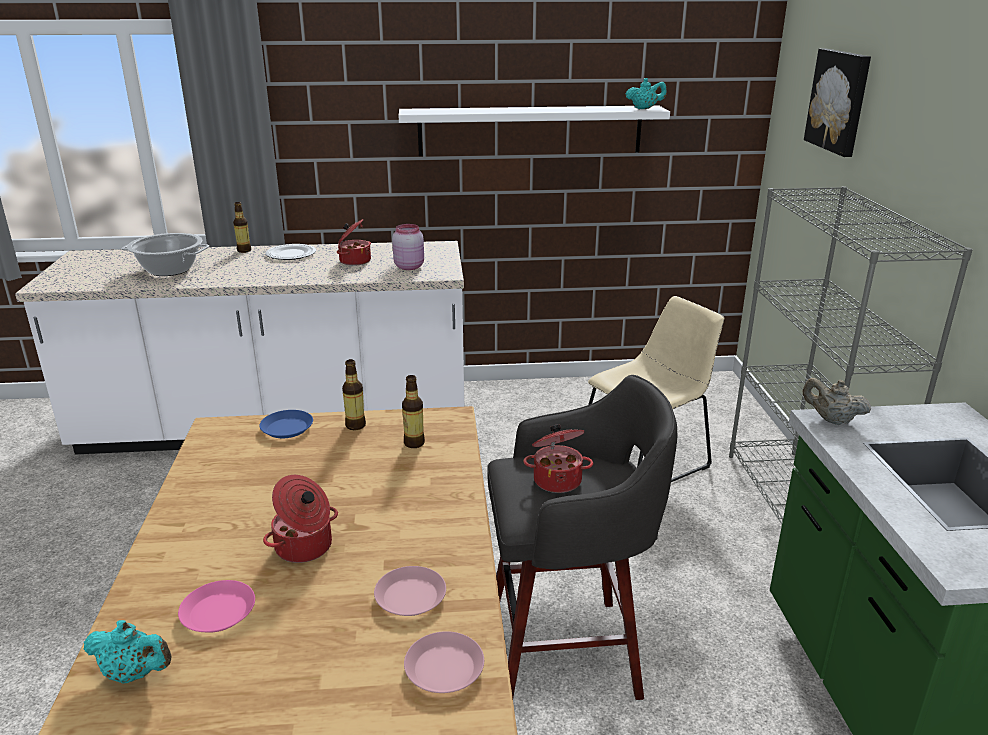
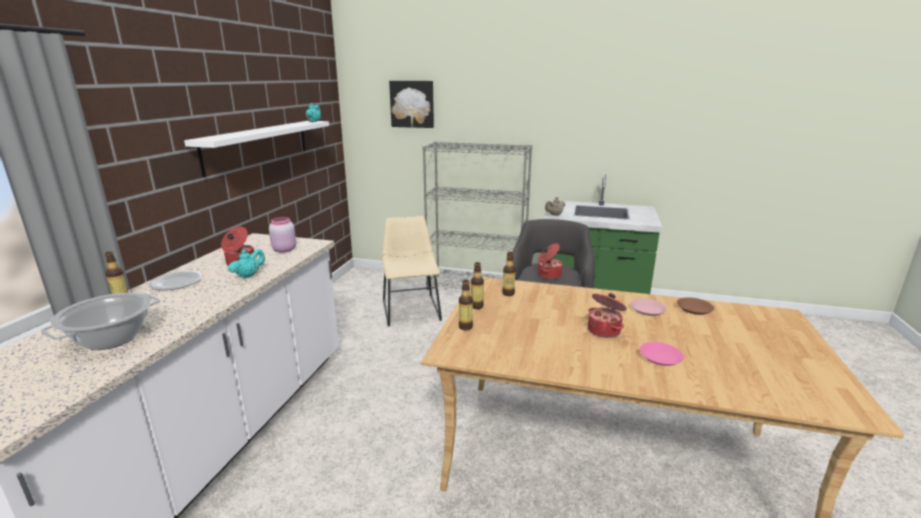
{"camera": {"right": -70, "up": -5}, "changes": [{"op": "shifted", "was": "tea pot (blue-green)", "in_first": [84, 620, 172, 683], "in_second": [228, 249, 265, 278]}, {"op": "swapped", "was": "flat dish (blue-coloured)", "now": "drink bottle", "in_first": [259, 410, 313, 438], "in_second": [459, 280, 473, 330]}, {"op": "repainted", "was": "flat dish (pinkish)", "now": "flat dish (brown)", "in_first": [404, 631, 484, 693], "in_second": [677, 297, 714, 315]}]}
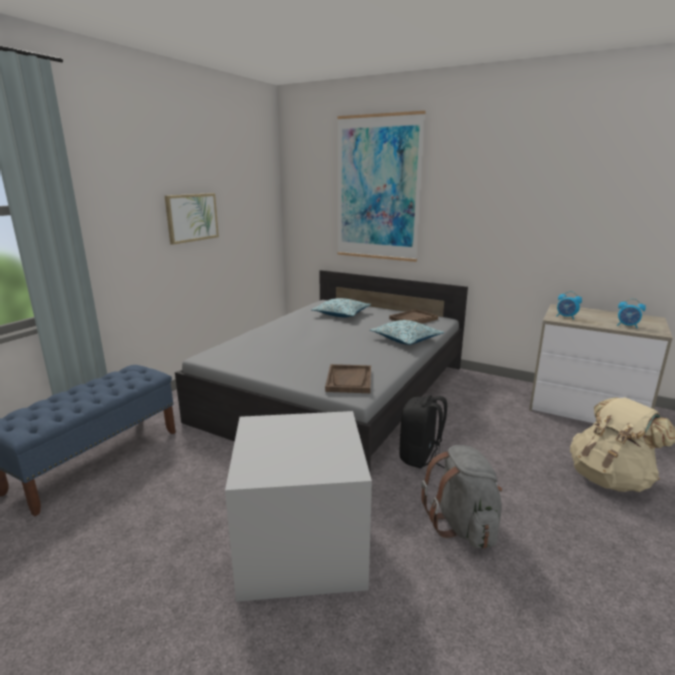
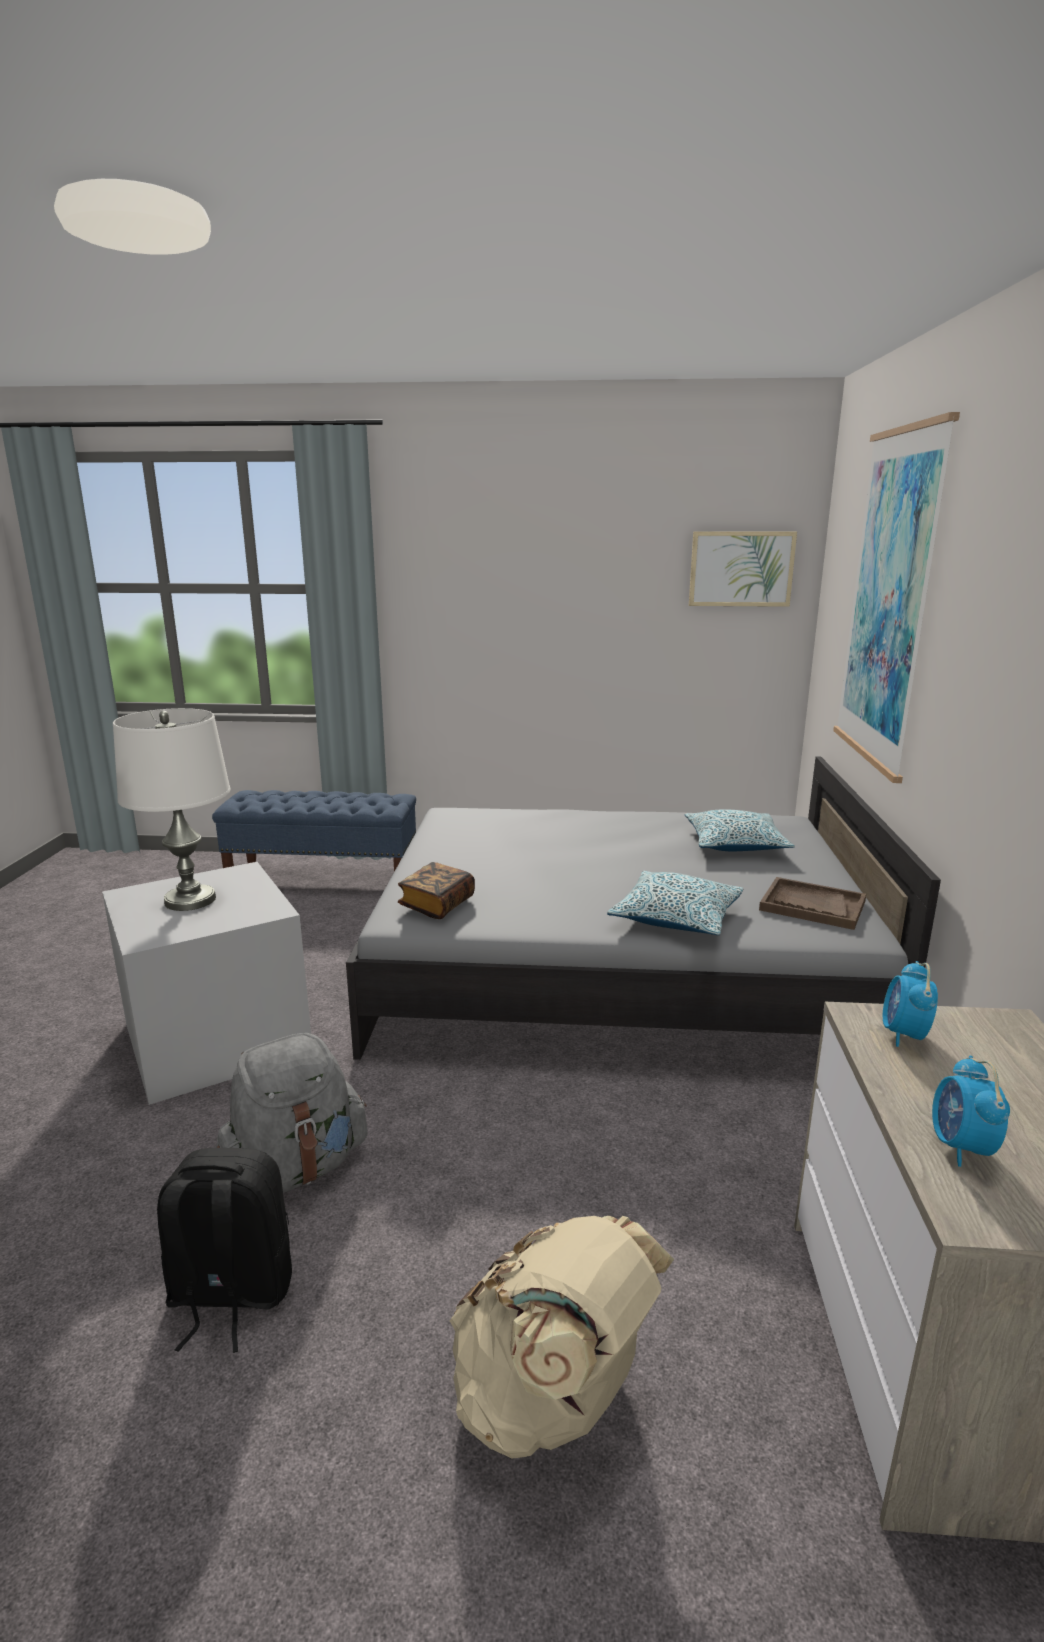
{"camera": {"right": 65, "up": 0}, "changes": [{"op": "new", "now": "lamp for a table (white-coloured)", "in_second": [113, 708, 230, 911]}, {"op": "shifted", "was": "wall picture", "in_first": [165, 193, 219, 245], "in_second": [689, 531, 797, 607]}, {"op": "shifted", "was": "knapsack (blackish)", "in_first": [399, 395, 447, 469], "in_second": [157, 1148, 292, 1353]}, {"op": "swapped", "was": "carrying tray (brown)", "now": "bound book", "in_first": [325, 364, 371, 393], "in_second": [398, 862, 475, 919]}]}
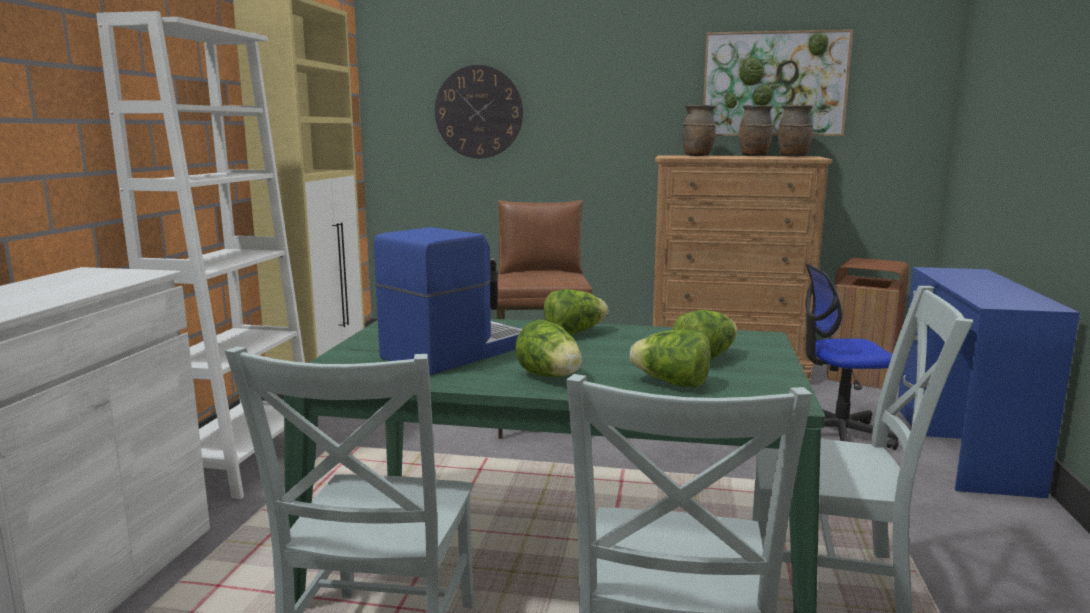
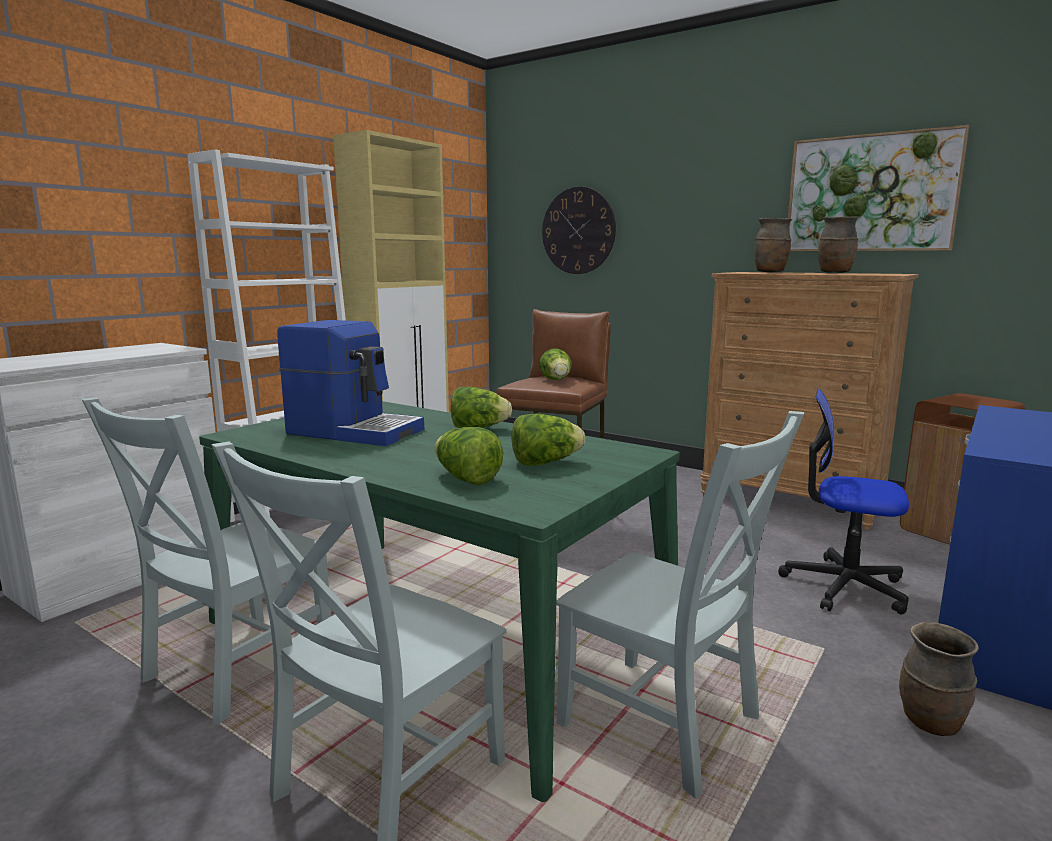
{"camera": {"right": 25, "up": 0}, "changes": [{"op": "shifted", "was": "lettuce head", "in_first": [515, 320, 582, 377], "in_second": [539, 348, 572, 380]}, {"op": "shifted", "was": "decorative vase (brown)", "in_first": [778, 105, 813, 157], "in_second": [899, 622, 979, 736]}, {"op": "rotated", "was": "coffee brewer", "in_first": [374, 227, 522, 375], "in_second": [277, 320, 424, 446], "clockwise": 45}]}
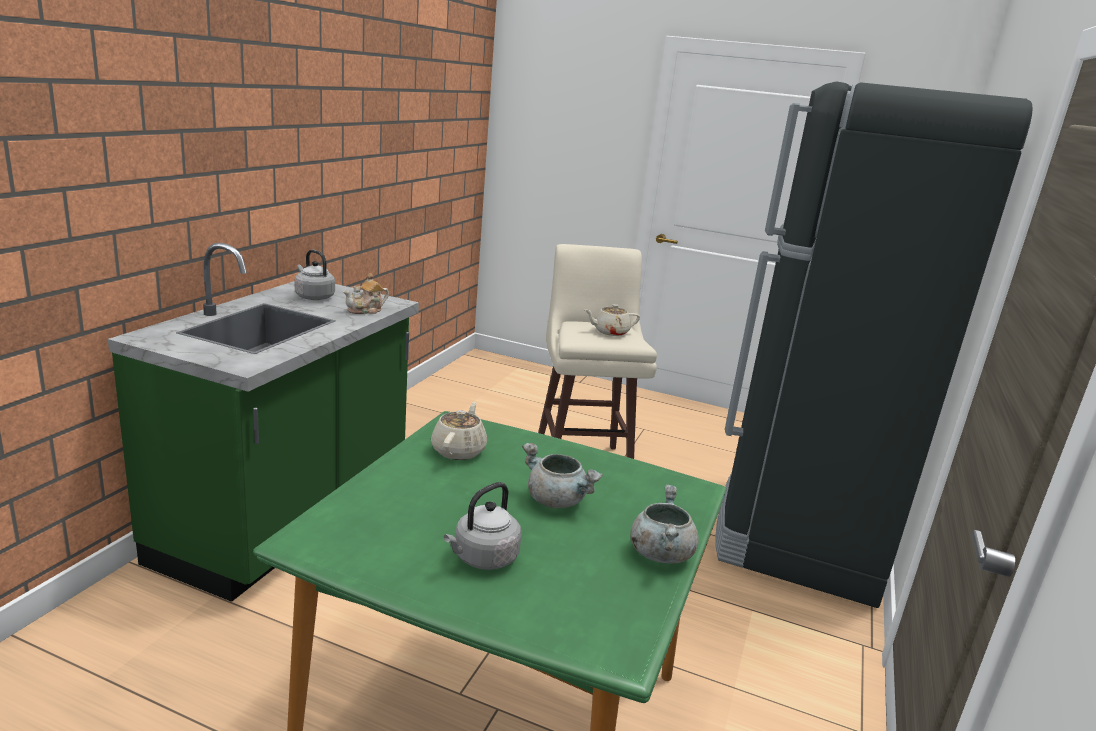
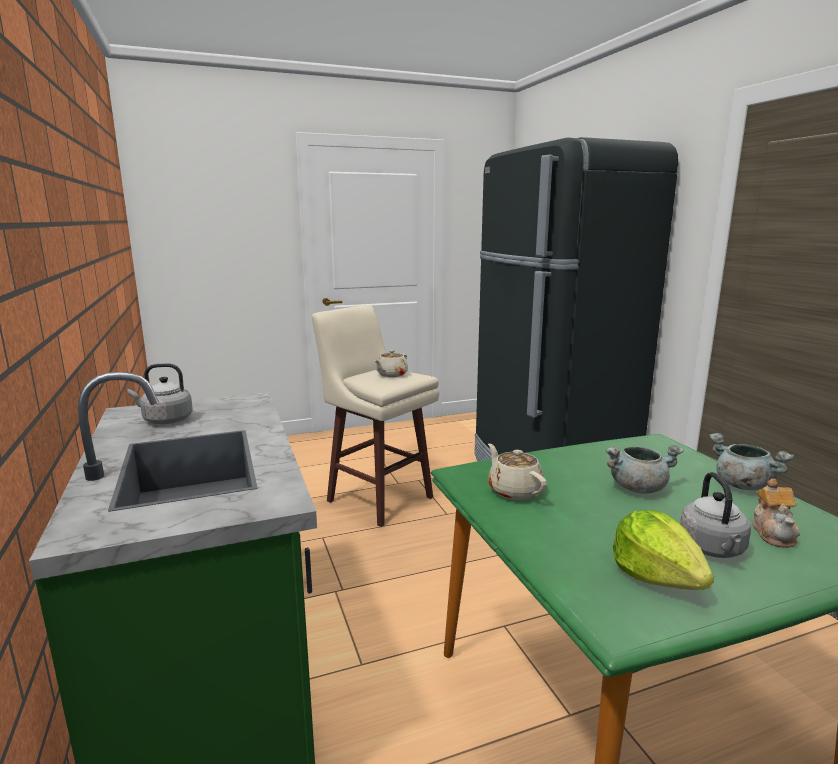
{"camera": {"right": -40, "up": -5}, "changes": [{"op": "new", "now": "lettuce head", "in_second": [613, 510, 714, 590]}, {"op": "shifted", "was": "tea pot", "in_first": [343, 273, 389, 314], "in_second": [752, 479, 800, 548]}]}
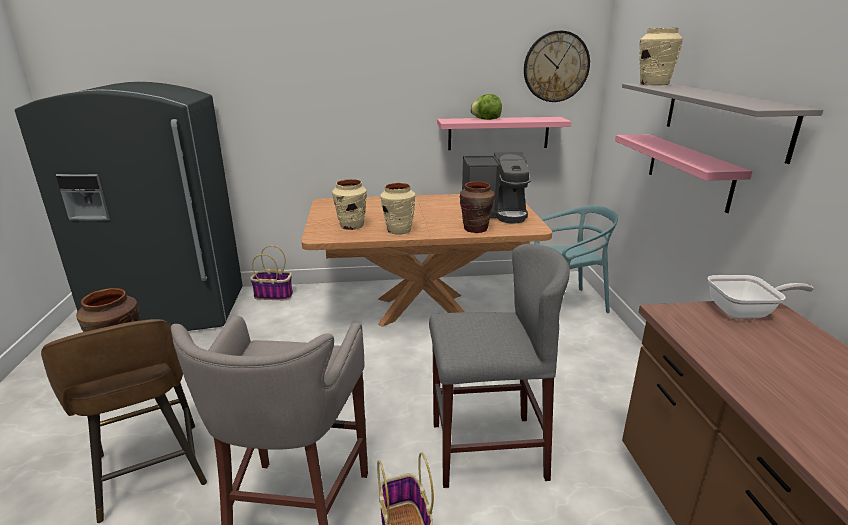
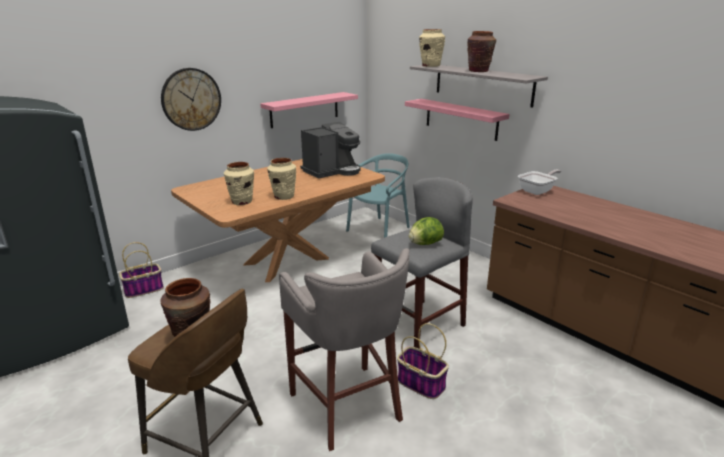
{"camera": {"right": -35, "up": 0}, "changes": [{"op": "shifted", "was": "decorative vase (brown)", "in_first": [459, 181, 495, 233], "in_second": [467, 31, 496, 72]}, {"op": "shifted", "was": "lettuce head", "in_first": [470, 94, 502, 120], "in_second": [409, 217, 444, 245]}, {"op": "shifted", "was": "wall clock", "in_first": [524, 31, 590, 102], "in_second": [161, 68, 221, 131]}]}
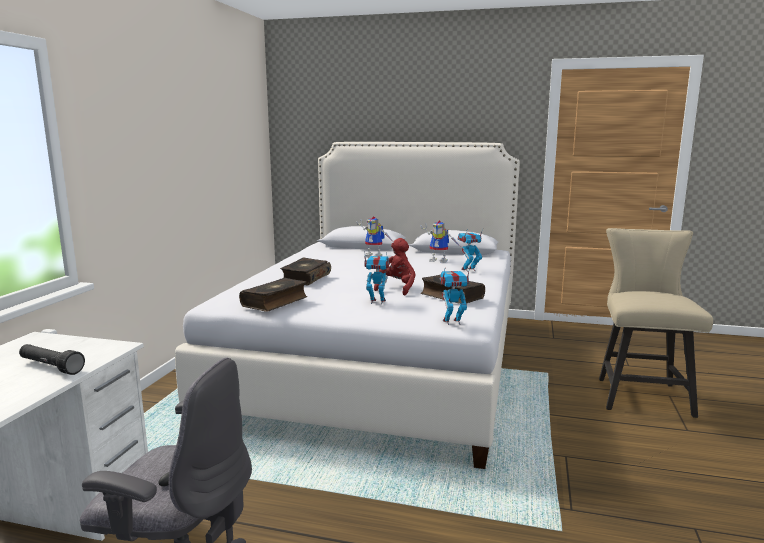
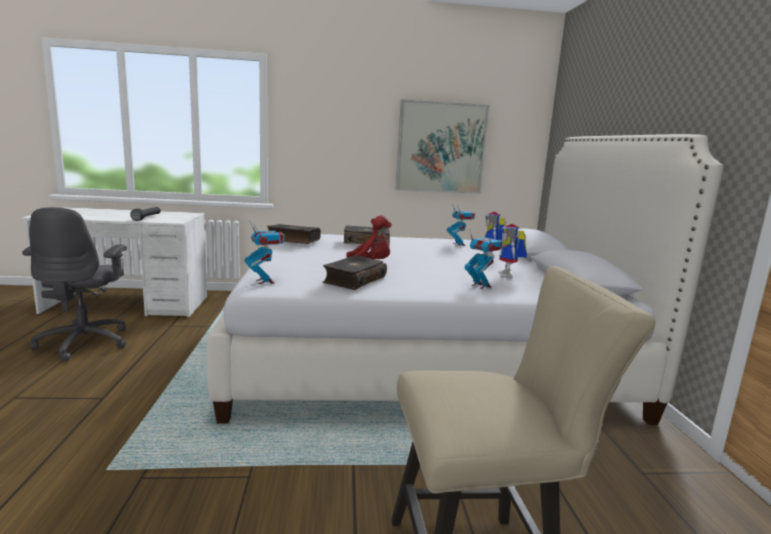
{"camera": {"right": 70, "up": 0}, "changes": [{"op": "new", "now": "wall picture", "in_second": [396, 99, 490, 194]}, {"op": "shifted", "was": "model robot", "in_first": [364, 251, 390, 304], "in_second": [447, 204, 475, 246]}]}
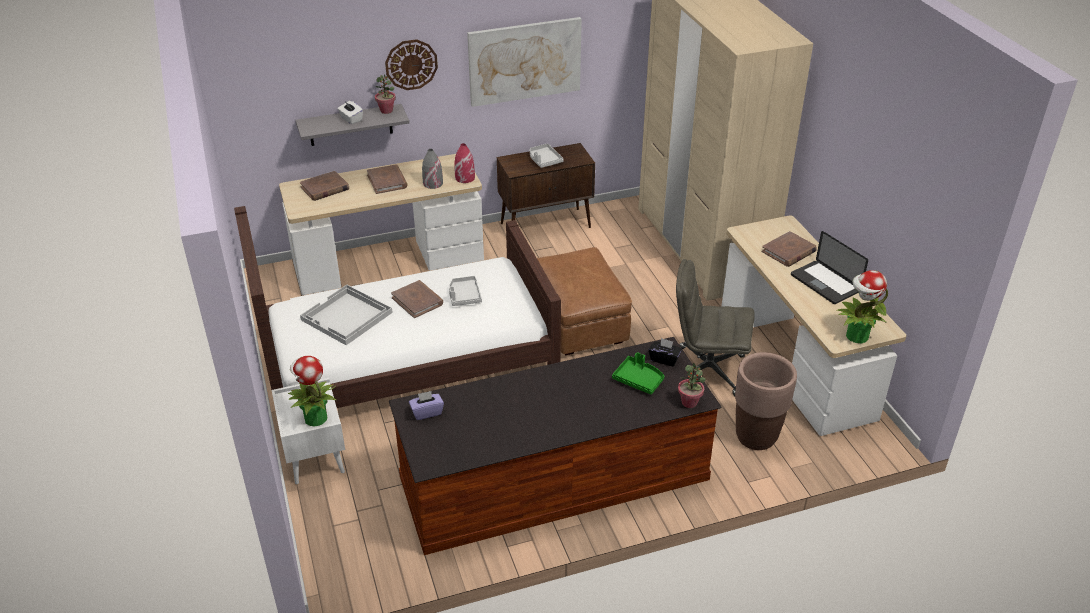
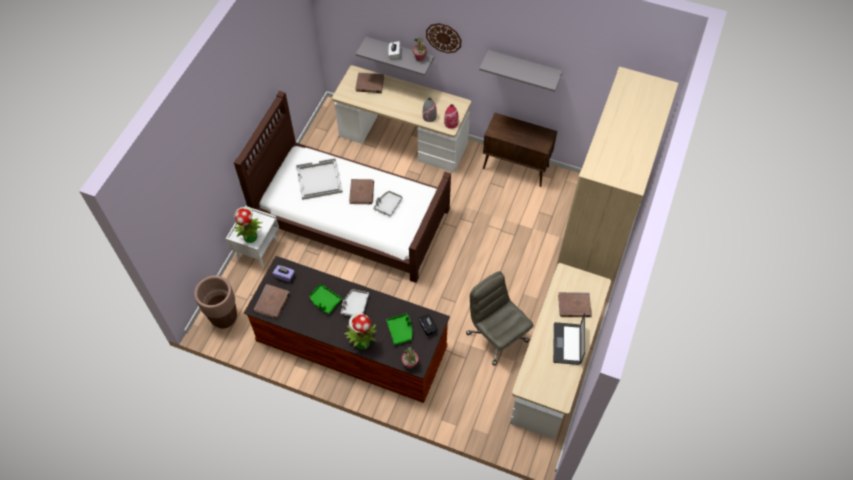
{"camera": {"right": 40, "up": 20}, "changes": [{"op": "gone", "was": "ottoman (brown)", "in_first": [537, 247, 632, 355]}, {"op": "new", "now": "carrying tray (greenish)", "in_second": [309, 284, 342, 315]}, {"op": "shifted", "was": "bound book (brown)", "in_first": [367, 164, 408, 194], "in_second": [254, 284, 290, 318]}, {"op": "shifted", "was": "carrying tray (greyish)", "in_first": [530, 143, 564, 168], "in_second": [341, 289, 369, 316]}, {"op": "shifted", "was": "flower pot (brown)", "in_first": [735, 352, 797, 450], "in_second": [194, 275, 237, 329]}, {"op": "shifted", "was": "houseplant", "in_first": [836, 270, 888, 343], "in_second": [344, 313, 377, 349]}, {"op": "swapped", "was": "wall picture", "now": "wall shelf (greyish)", "in_first": [467, 17, 582, 107], "in_second": [479, 50, 563, 92]}]}
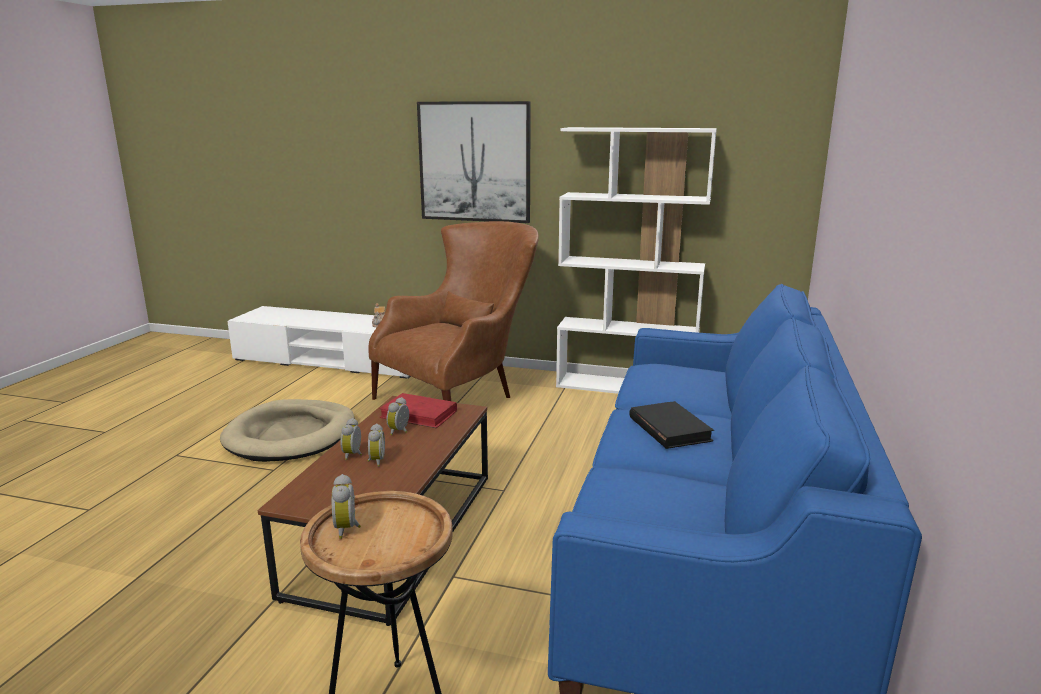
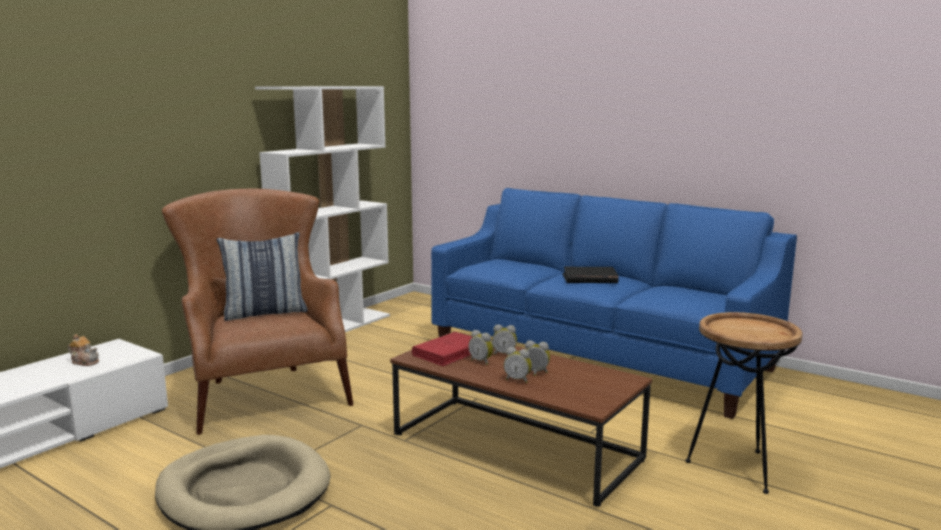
{"camera": {"right": -70, "up": -5}, "changes": [{"op": "gone", "was": "wall picture", "in_first": [417, 101, 531, 223]}, {"op": "new", "now": "throw pillow", "in_second": [217, 232, 307, 321]}, {"op": "shifted", "was": "table clock", "in_first": [332, 474, 361, 539], "in_second": [492, 324, 517, 355]}]}
